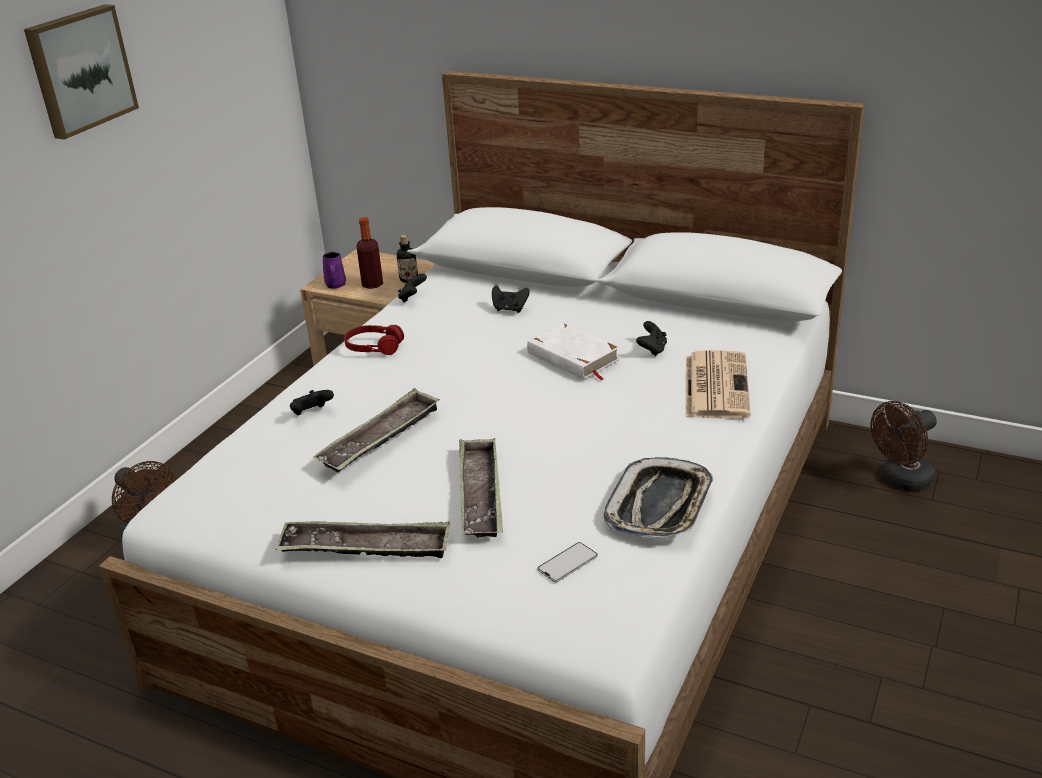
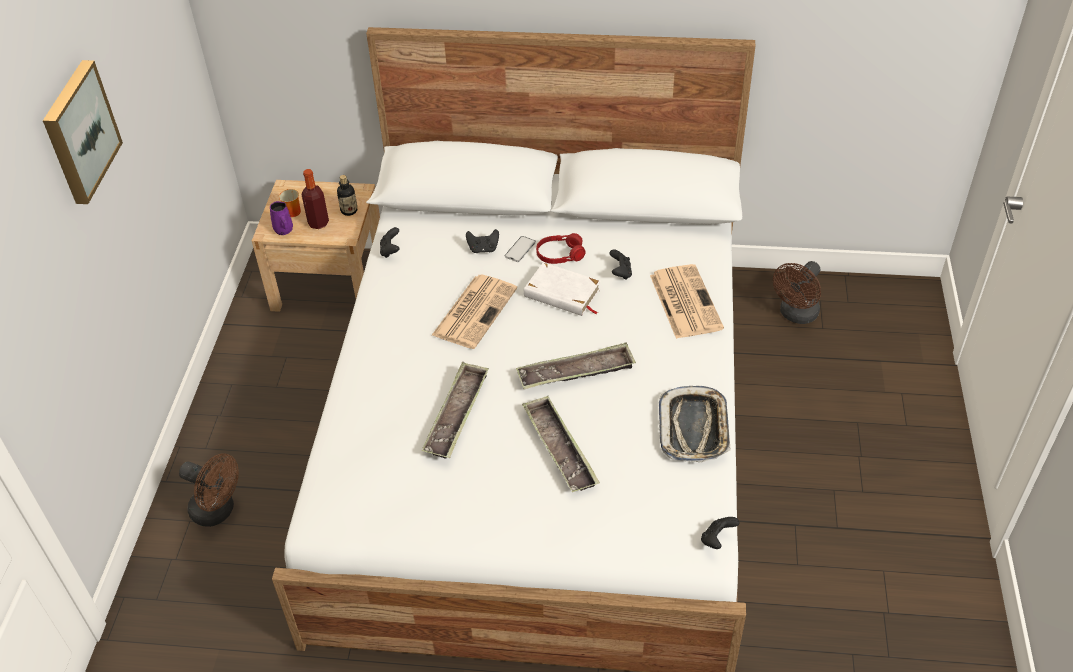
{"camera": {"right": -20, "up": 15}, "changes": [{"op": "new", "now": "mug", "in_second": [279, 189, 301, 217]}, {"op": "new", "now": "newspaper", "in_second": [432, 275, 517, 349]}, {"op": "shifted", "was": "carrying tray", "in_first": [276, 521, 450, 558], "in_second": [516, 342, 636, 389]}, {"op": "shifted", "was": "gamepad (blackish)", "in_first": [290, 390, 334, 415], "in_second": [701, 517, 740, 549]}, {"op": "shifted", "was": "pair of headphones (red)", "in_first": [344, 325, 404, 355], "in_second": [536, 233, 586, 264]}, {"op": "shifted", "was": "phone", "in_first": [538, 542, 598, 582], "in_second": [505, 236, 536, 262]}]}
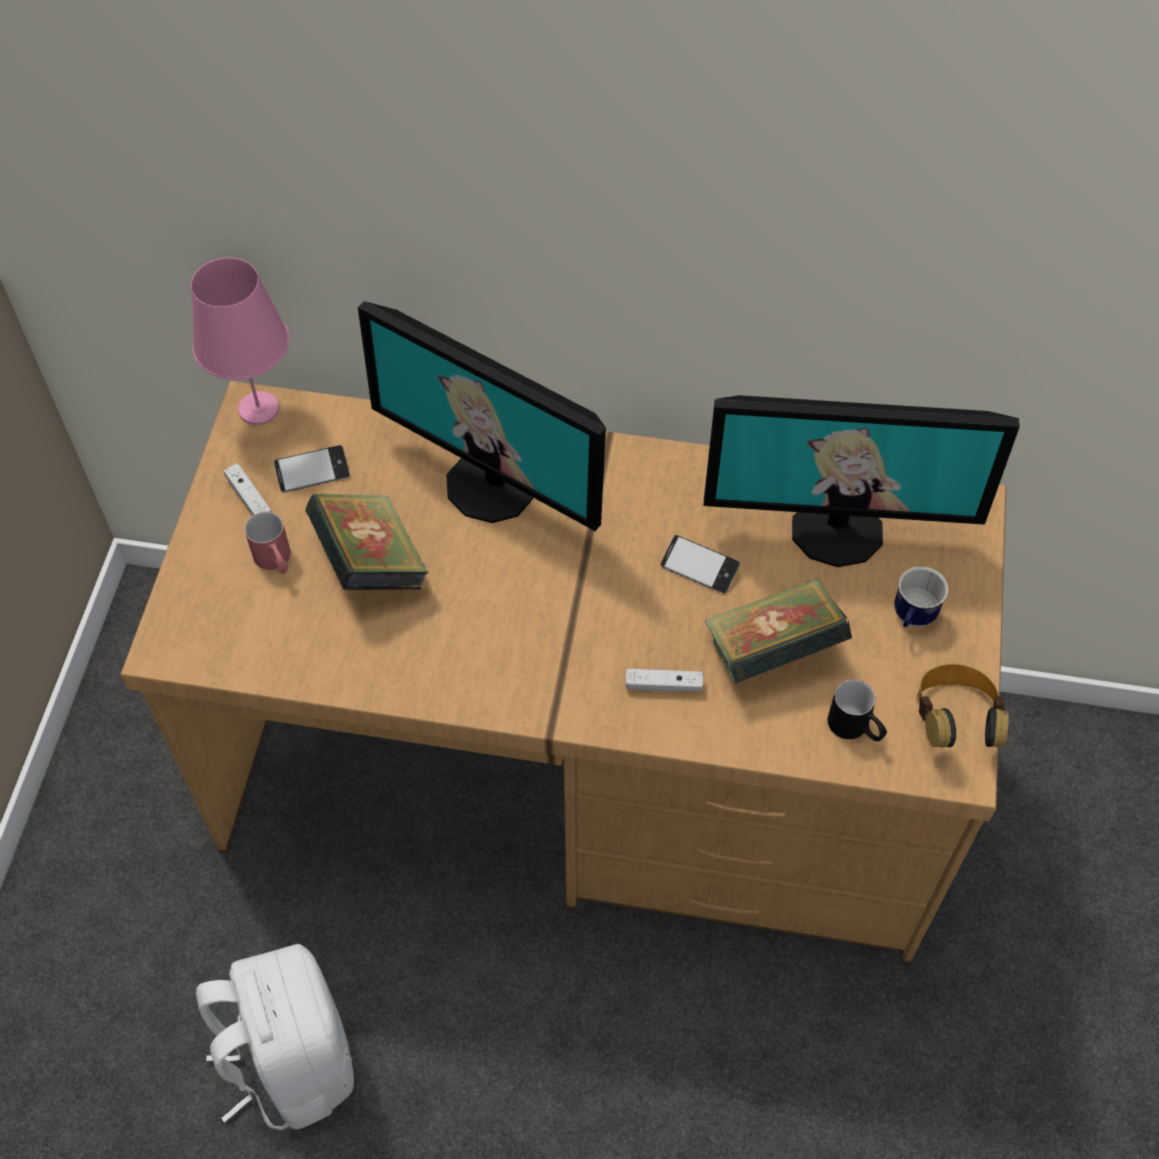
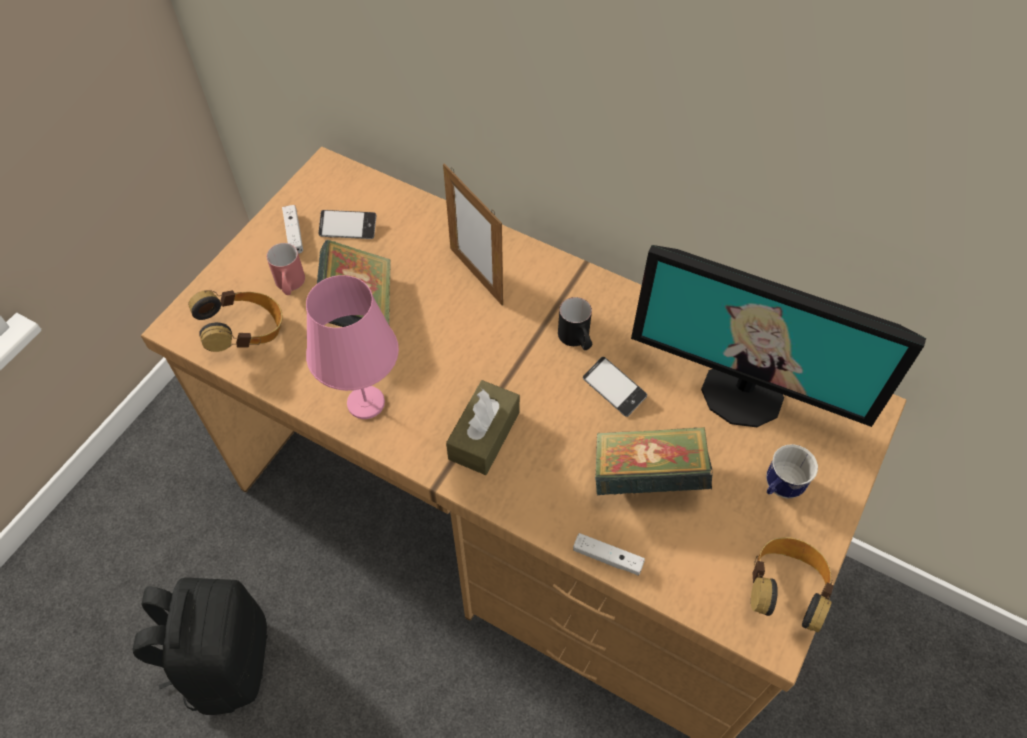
{"camera": {"right": 20, "up": 0}, "changes": [{"op": "new", "now": "pair of headphones", "in_second": [188, 290, 283, 352]}, {"op": "new", "now": "box of tissues (brown)", "in_second": [446, 380, 520, 475]}, {"op": "shifted", "was": "lamp for a table (pinkish)", "in_first": [191, 258, 289, 425], "in_second": [306, 275, 399, 419]}, {"op": "shifted", "was": "gamepad (white-coloured)", "in_first": [626, 669, 703, 692], "in_second": [573, 533, 645, 576]}, {"op": "shifted", "was": "mug (blackish)", "in_first": [828, 679, 887, 741], "in_second": [558, 297, 593, 350]}, {"op": "swapped", "was": "computer screen", "now": "standing frame", "in_first": [358, 301, 606, 531], "in_second": [443, 163, 503, 305]}, {"op": "repainted", "was": "knapsack (white-coloured)", "now": "knapsack (blackish)", "in_first": [196, 944, 354, 1131], "in_second": [133, 577, 267, 715]}]}
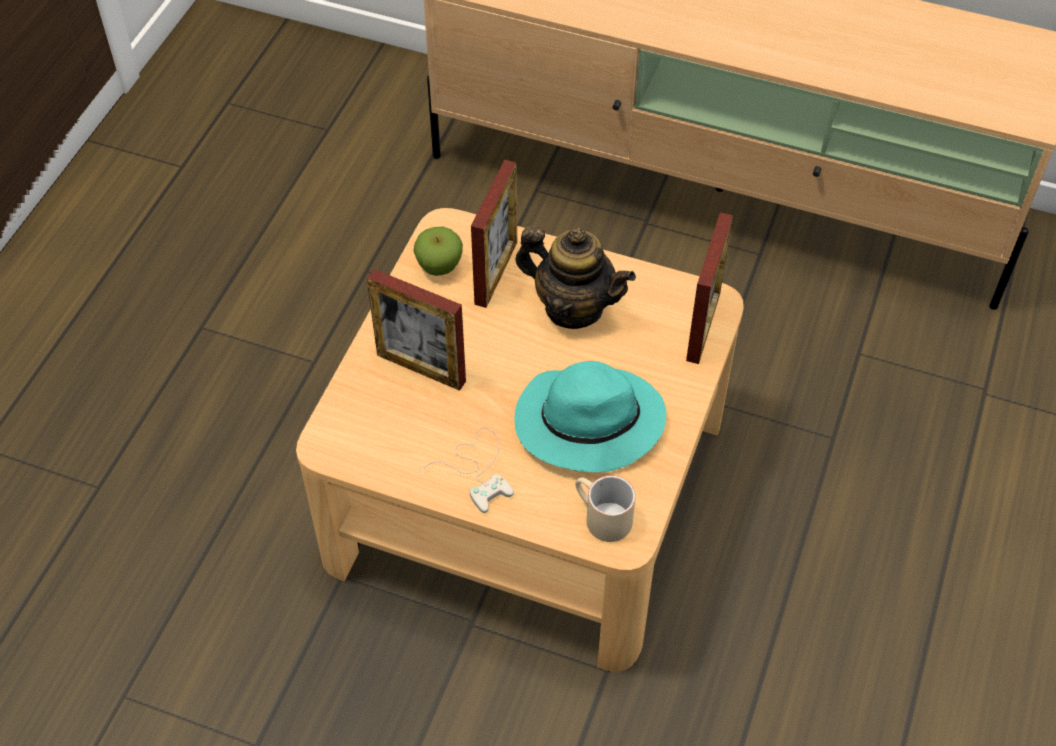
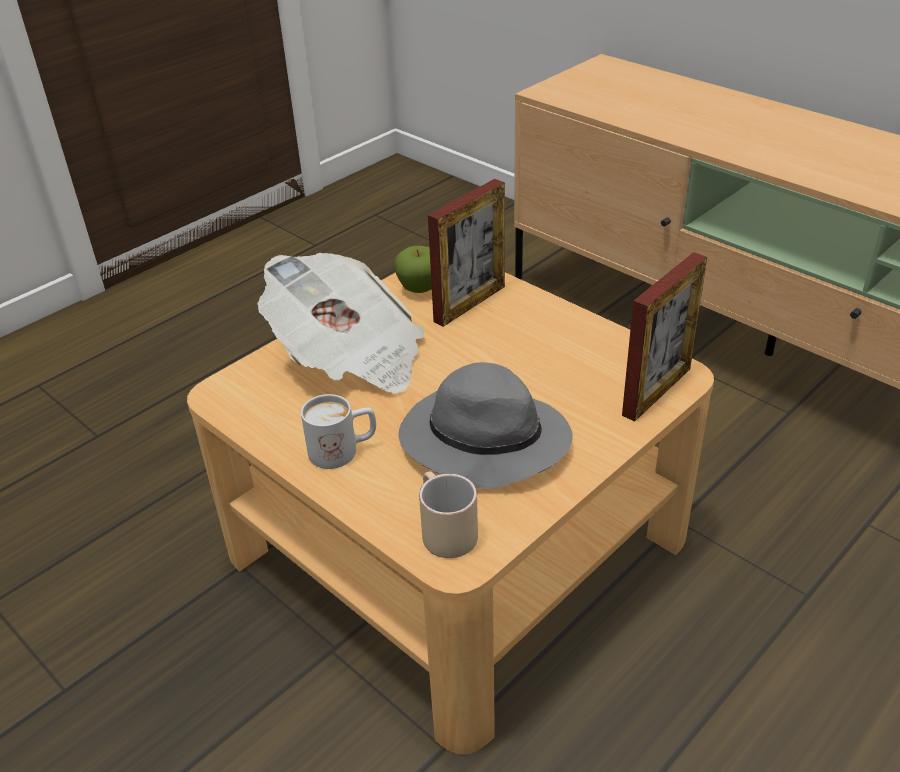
{"camera": {"right": 25, "up": -15}, "changes": [{"op": "gone", "was": "tea pot", "in_first": [515, 225, 636, 329]}, {"op": "swapped", "was": "standing frame", "now": "newspaper", "in_first": [367, 269, 466, 391], "in_second": [257, 253, 425, 394]}, {"op": "swapped", "was": "gamepad (white-coloured)", "now": "mug (white-coloured)", "in_first": [419, 428, 514, 513], "in_second": [301, 394, 376, 469]}, {"op": "repainted", "was": "clothing hat (blue-green)", "now": "clothing hat (greyish)", "in_first": [515, 361, 666, 472], "in_second": [398, 362, 573, 489]}]}
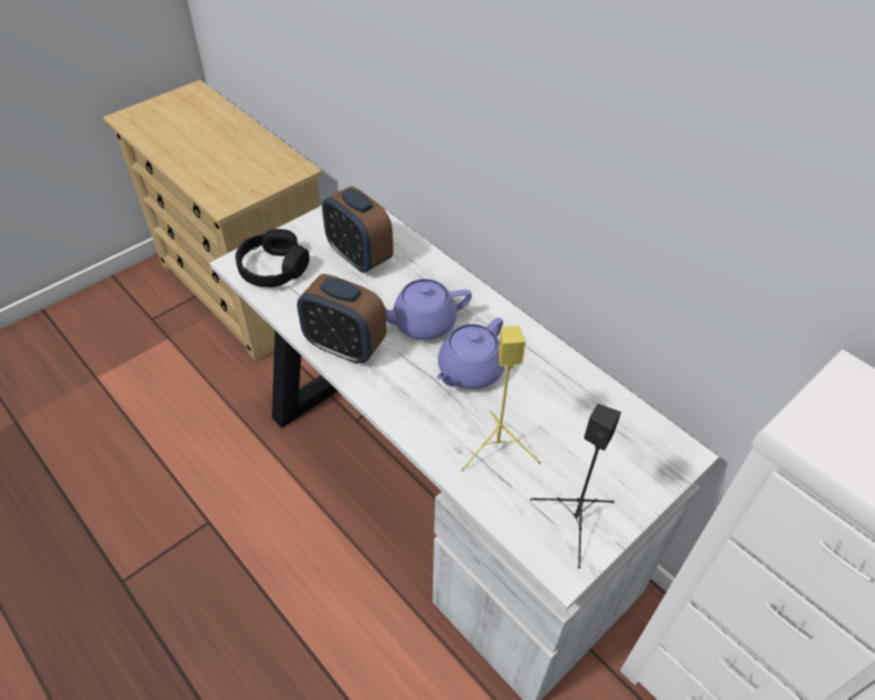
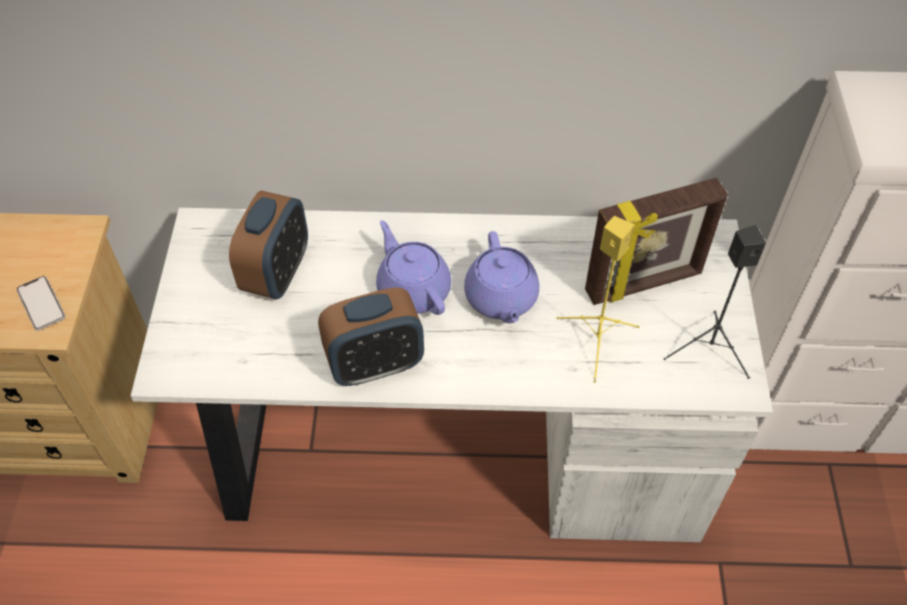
{"camera": {"right": -45, "up": 5}, "changes": [{"op": "gone", "was": "pair of headphones (blackish)", "in_first": [235, 229, 310, 287]}, {"op": "new", "now": "phone", "in_second": [16, 276, 65, 331]}, {"op": "new", "now": "standing frame", "in_second": [585, 178, 728, 305]}, {"op": "rotated", "was": "table clock", "in_first": [322, 186, 393, 273], "in_second": [229, 191, 308, 299], "clockwise": -75}, {"op": "rotated", "was": "tea pot (purplish)", "in_first": [385, 279, 472, 340], "in_second": [376, 220, 451, 315], "clockwise": 120}]}
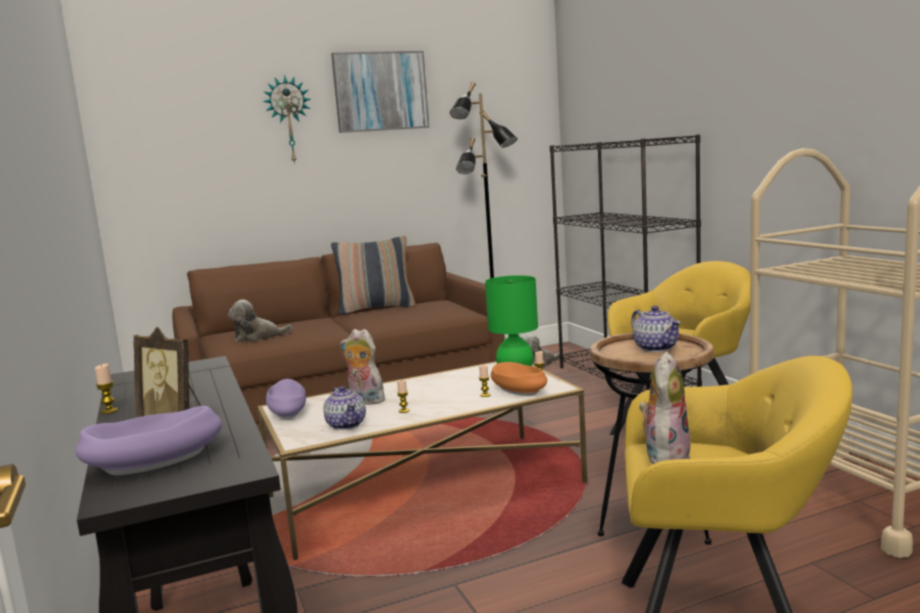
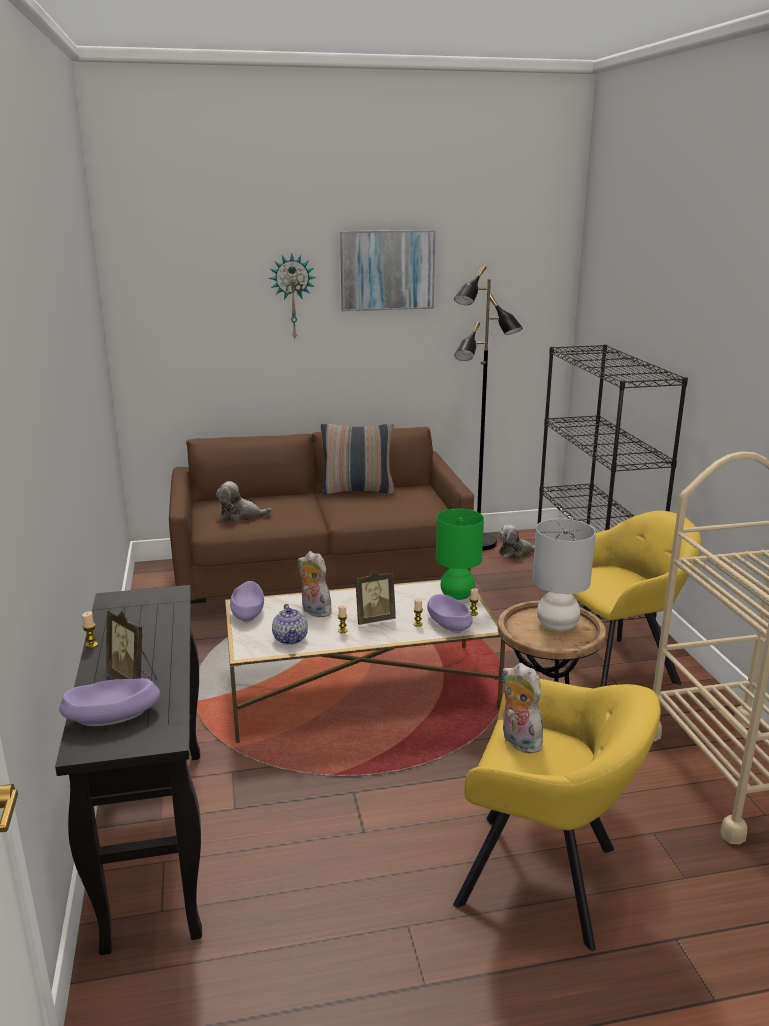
{"camera": {"right": 10, "up": 10}, "changes": [{"op": "new", "now": "standing frame", "in_second": [355, 570, 396, 625]}, {"op": "swapped", "was": "tea pot", "now": "lamp for a table (greyish)", "in_first": [631, 306, 681, 352], "in_second": [532, 519, 596, 631]}, {"op": "repainted", "was": "bowl (orange-coloured)", "now": "bowl (purplish)", "in_first": [491, 362, 547, 396], "in_second": [427, 594, 473, 633]}, {"op": "rotated", "was": "soft toy", "in_first": [639, 351, 691, 464], "in_second": [502, 663, 546, 754], "clockwise": -75}]}
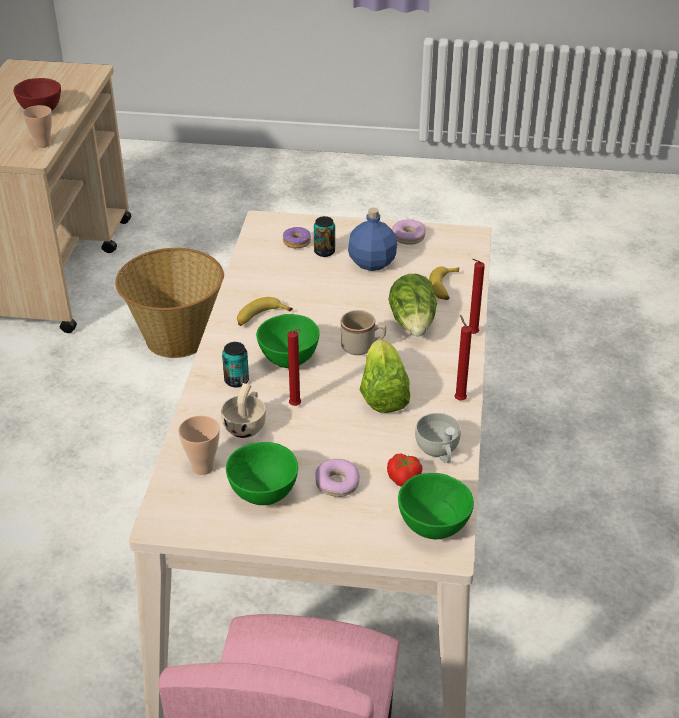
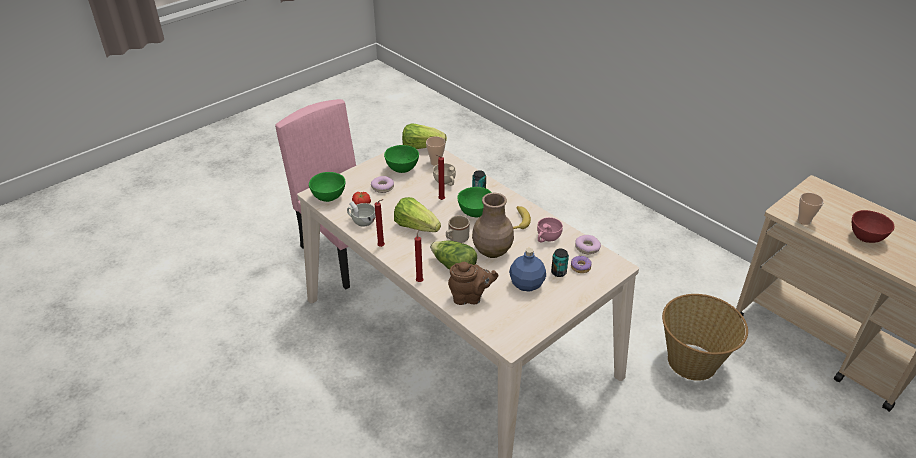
{"camera": {"right": 130, "up": 0}, "changes": [{"op": "new", "now": "lettuce head", "in_second": [402, 123, 447, 149]}, {"op": "new", "now": "decorative vase (brown)", "in_second": [472, 193, 514, 258]}, {"op": "new", "now": "drinking cup (pinkish)", "in_second": [537, 217, 563, 243]}, {"op": "shifted", "was": "donut", "in_first": [392, 219, 426, 245], "in_second": [575, 235, 601, 254]}, {"op": "swapped", "was": "banana fruit", "now": "tea pot (brown)", "in_first": [429, 266, 459, 300], "in_second": [448, 262, 498, 305]}]}
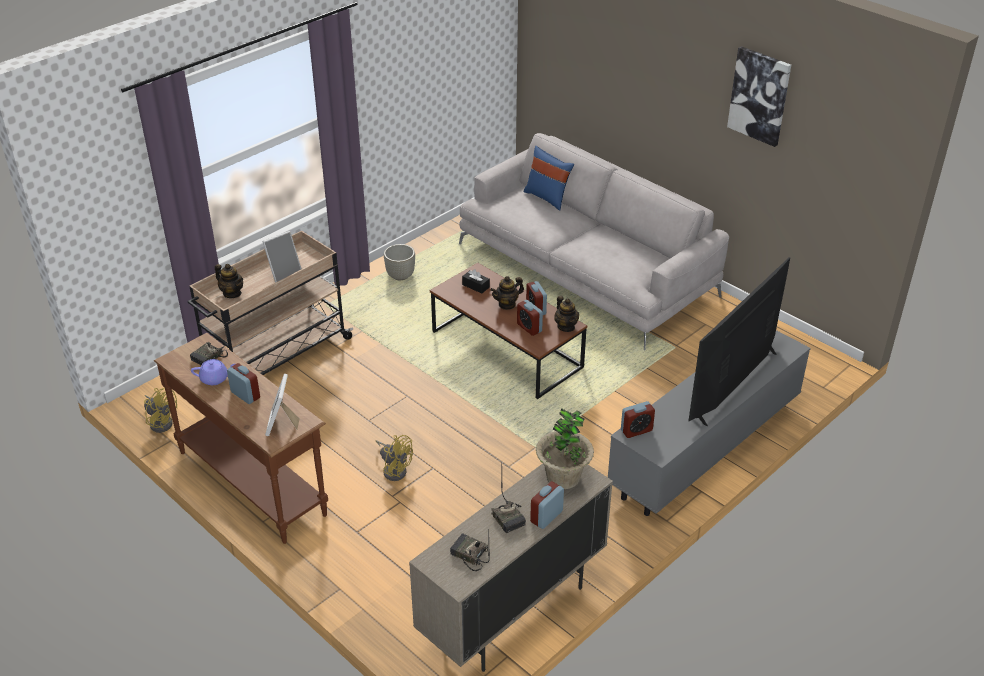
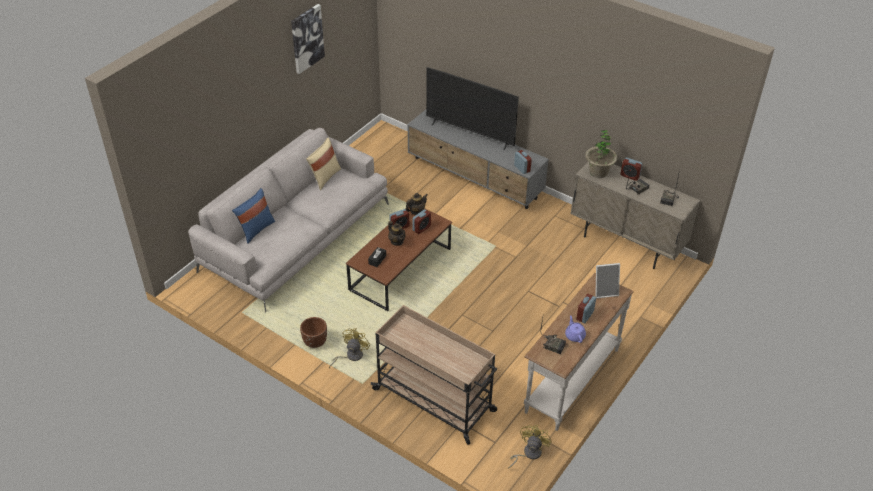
{"camera": {"right": -100, "up": 5}, "changes": [{"op": "gone", "was": "tea pot", "in_first": [215, 264, 243, 298]}, {"op": "gone", "was": "standing frame", "in_first": [263, 231, 302, 283]}, {"op": "new", "now": "throw pillow (sand-coloured)", "in_second": [306, 138, 341, 190]}, {"op": "shifted", "was": "fan (yellow)", "in_first": [376, 435, 413, 481], "in_second": [329, 328, 370, 368]}, {"op": "repainted", "was": "narrow table (brown)", "now": "narrow table (white-coloured)", "in_first": [154, 333, 328, 544], "in_second": [524, 273, 634, 431]}, {"op": "repainted", "was": "flower pot (greyish)", "now": "flower pot (brown)", "in_first": [384, 244, 415, 280], "in_second": [300, 317, 327, 348]}]}
